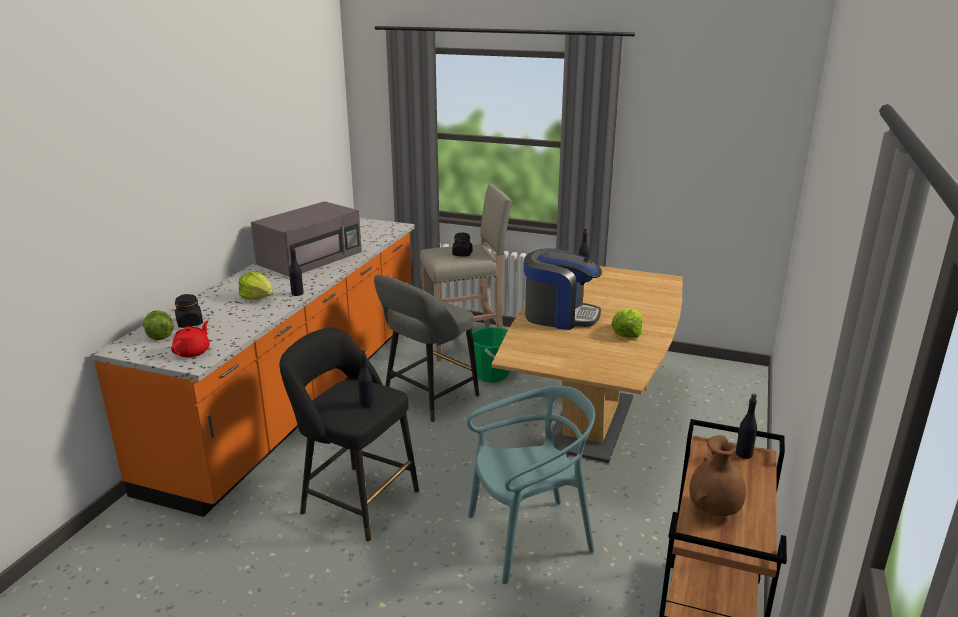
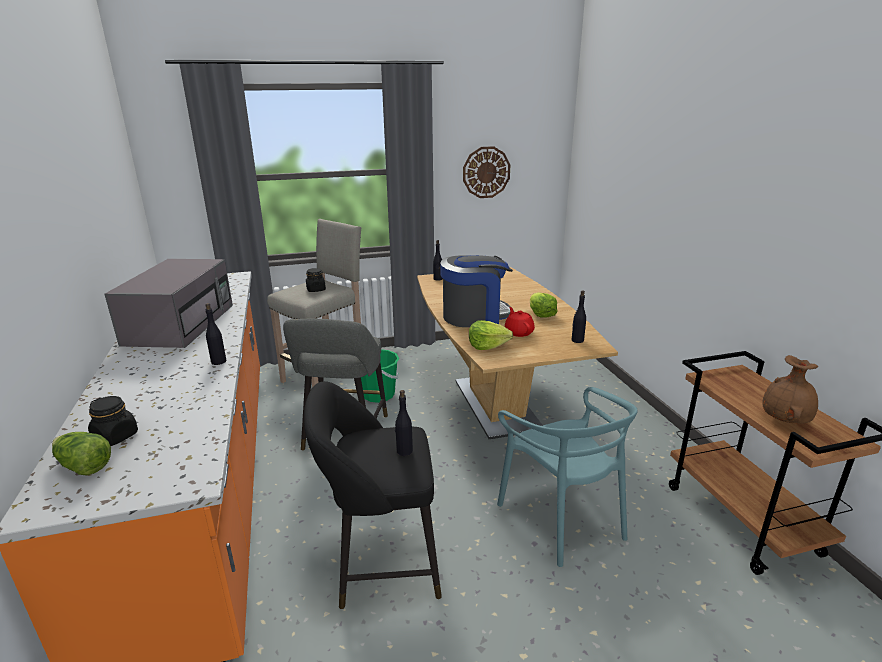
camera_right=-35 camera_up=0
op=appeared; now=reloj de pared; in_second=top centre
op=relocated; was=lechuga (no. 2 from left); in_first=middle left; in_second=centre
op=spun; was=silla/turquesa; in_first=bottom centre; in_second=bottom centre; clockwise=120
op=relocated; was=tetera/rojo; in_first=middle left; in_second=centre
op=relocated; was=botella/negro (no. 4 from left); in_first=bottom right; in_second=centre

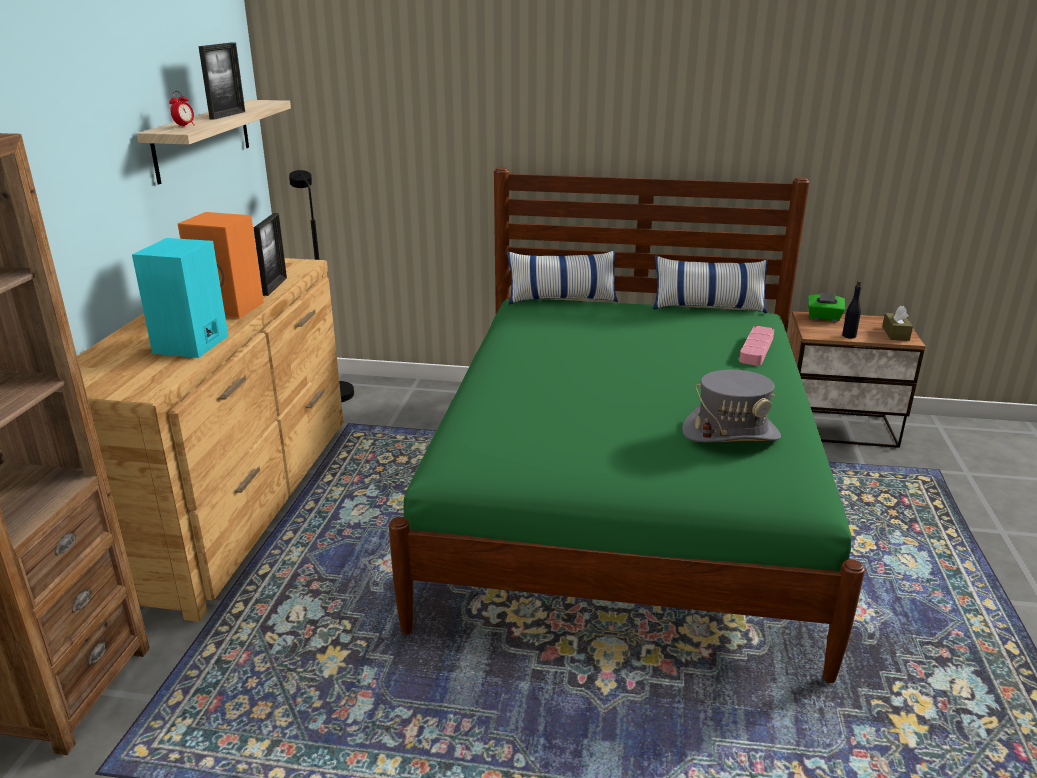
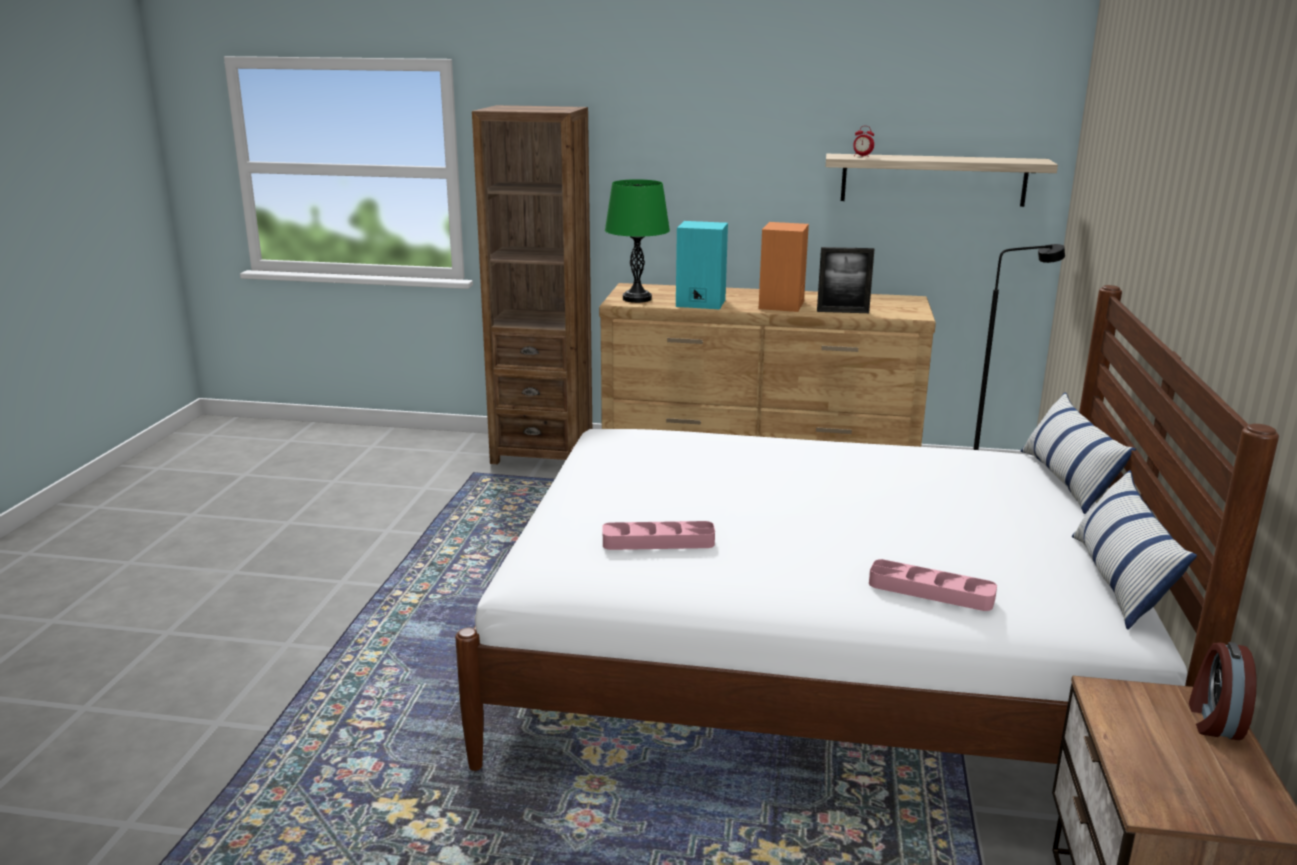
camera_right=90 camera_up=-5
op=colour; was=cama/verde; now=cama/blanco; in_first=centre; in_second=middle right
op=exchanged; was=sombrero/gris; now=bandeja/rosa (no. 1 from left); in_first=middle right; in_second=centre
op=appeared; now=lámpara de mesa/verde; in_second=top centre
op=exchanged; was=caja de pañuelos/verde; now=despertador (no. 2 from left); in_first=middle right; in_second=bottom right
op=missing; was=portarretratos (no. 1 from left); in_first=top left
op=missing; was=botella/negro; in_first=middle right
op=missing; was=caja de pañuelos/marrón; in_first=middle right

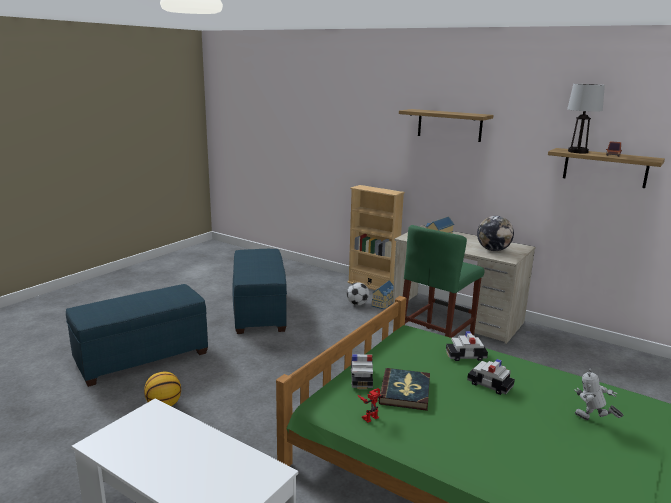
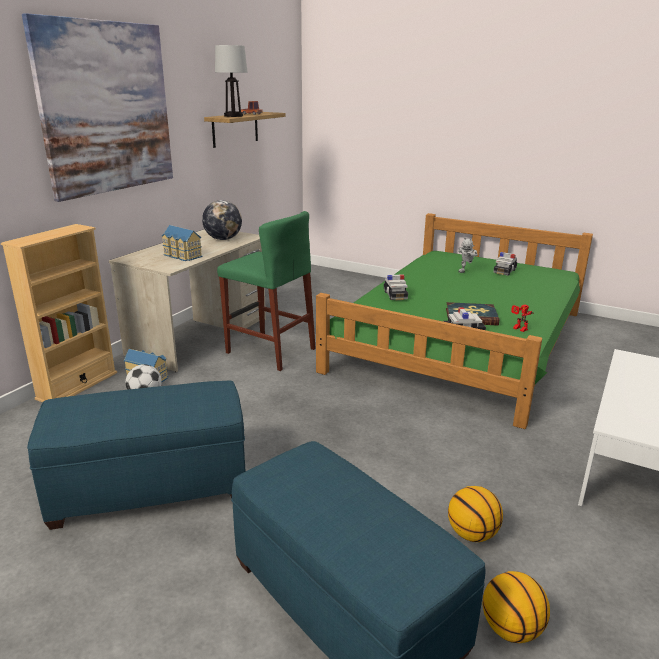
camera_right=-95 camera_up=5
op=exchanged; was=estante (no. 1 from left); now=cuadro; in_first=top centre; in_second=top left
op=appeared; now=balón de baloncesto (no. 2 from left); in_second=bottom right
op=relocated; was=coche de juguete (no. 3 from left); in_first=bottom right; in_second=middle right

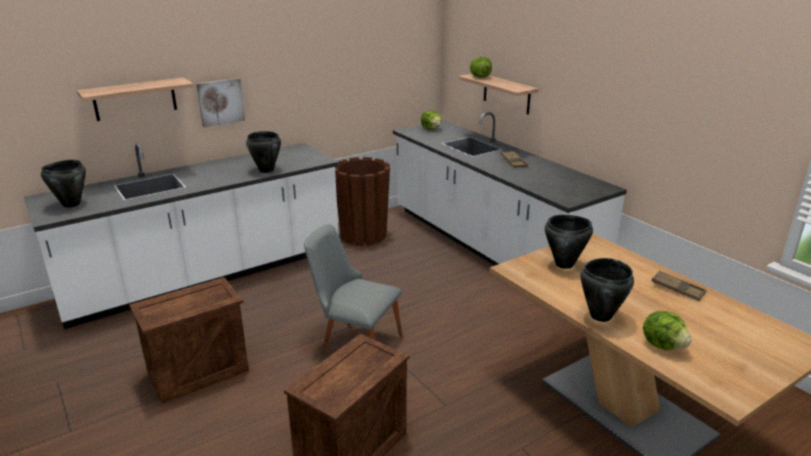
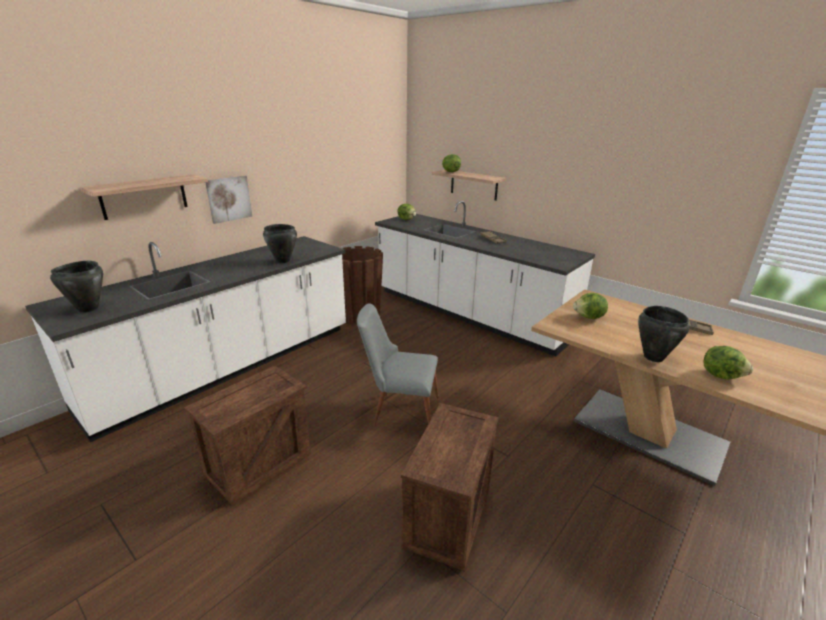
camera_right=-15 camera_up=0
op=exchanged; was=olla/negro (no. 3 from left); now=lechuga (no. 3 from left); in_first=middle right; in_second=middle right

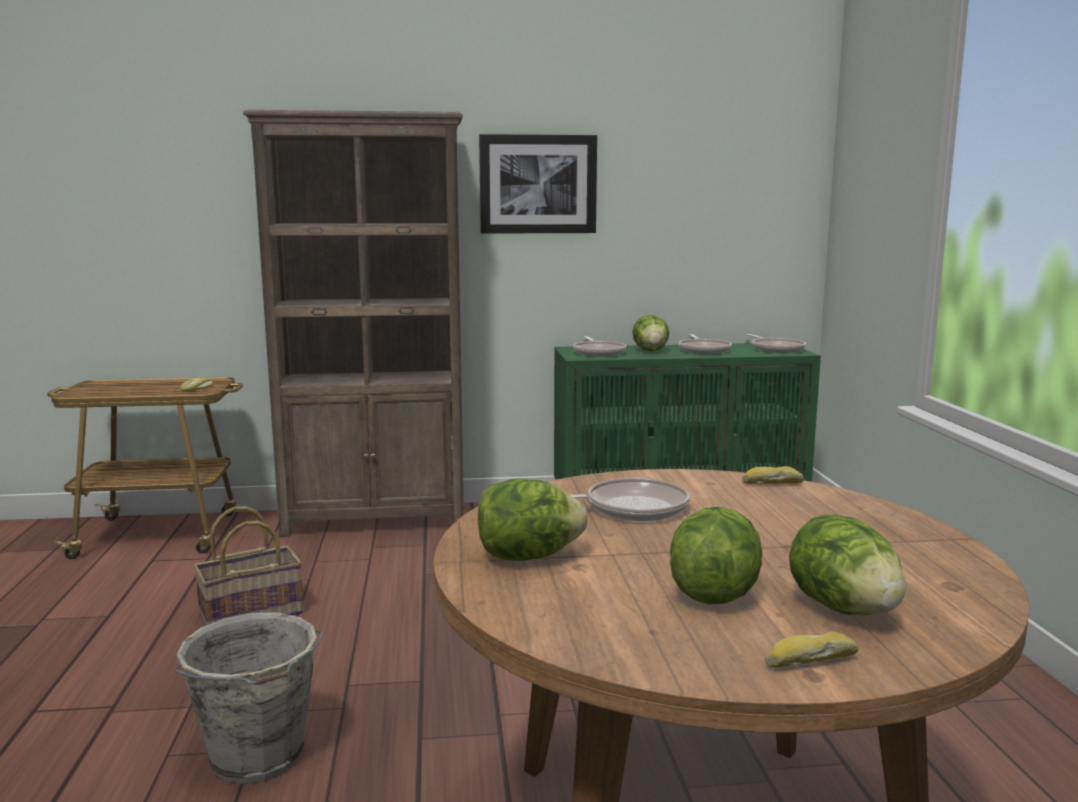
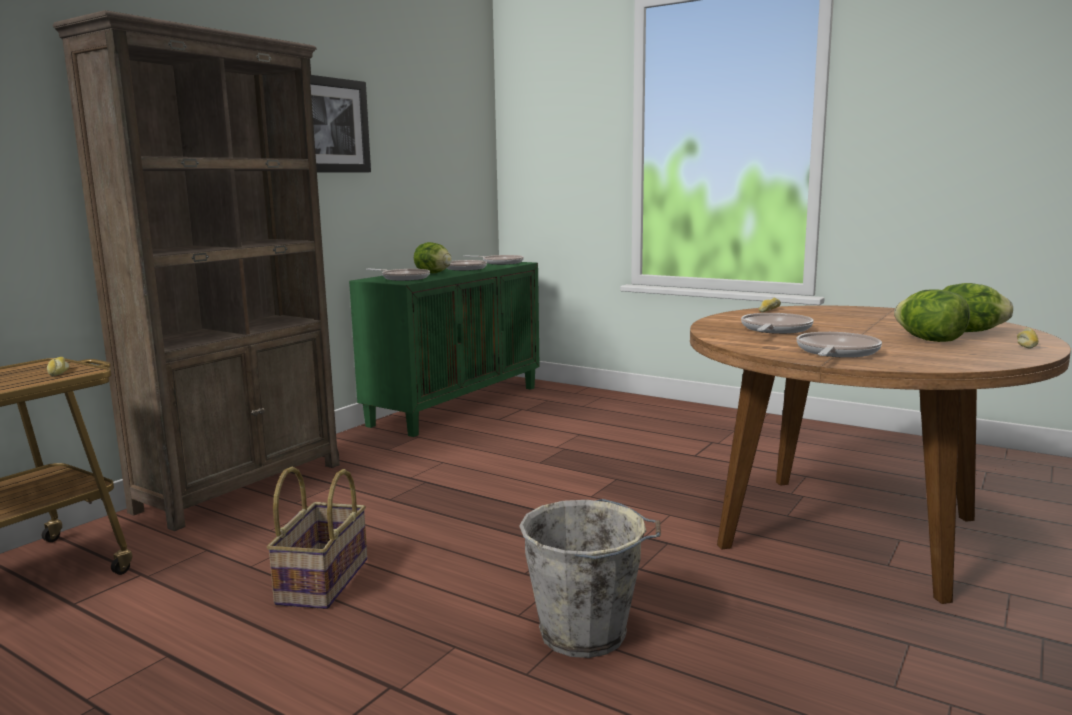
camera_right=-50 camera_up=0
op=exchanged; was=lechuga (no. 1 from left); now=sartén (no. 5 from left); in_first=centre; in_second=middle right

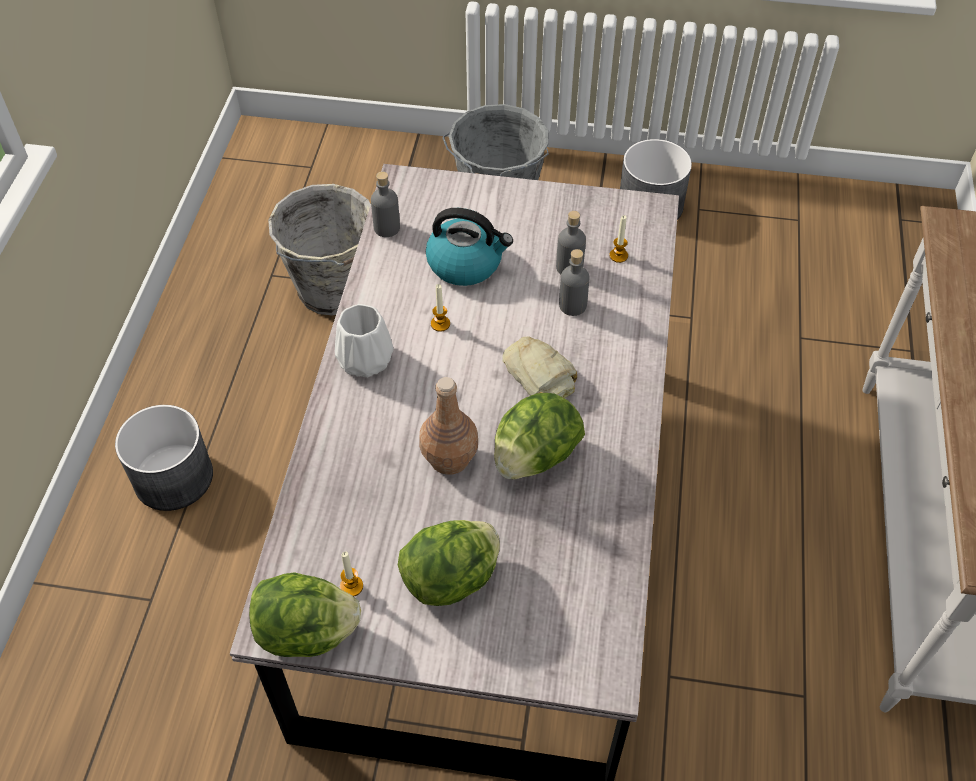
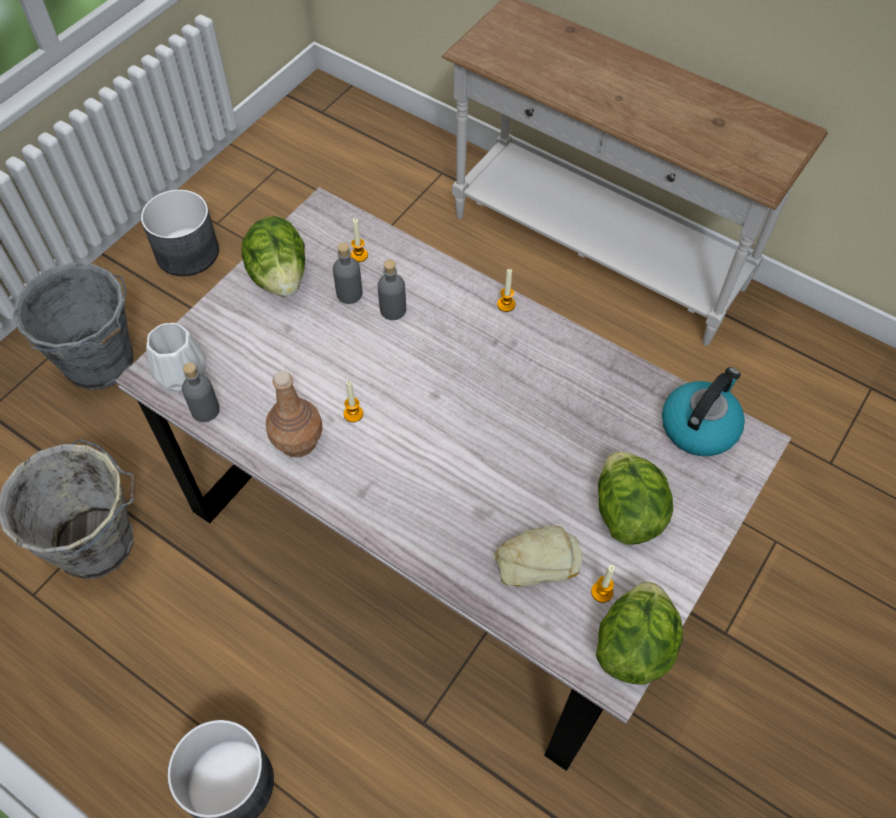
camera_right=-65 camera_up=5
op=relocated; was=florero/blanco; in_first=centre; in_second=middle left
op=relocated; was=lechuga (no. 3 from left in the first image); now=lechuga (no. 1 from left); in_first=centre; in_second=top left
op=relocated; was=botella/marrón; in_first=centre; in_second=middle left
op=relocated; was=pan; in_first=centre; in_second=bottom centre
op=appeared; now=vela (no. 3 from left); in_second=centre
op=relocated; was=hervidor; in_first=top centre; in_second=middle right

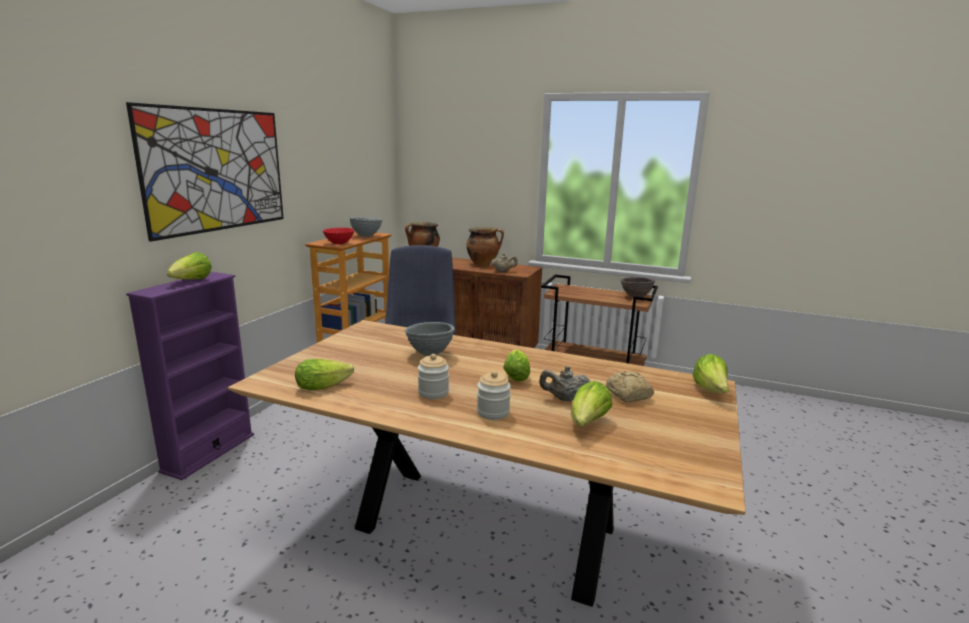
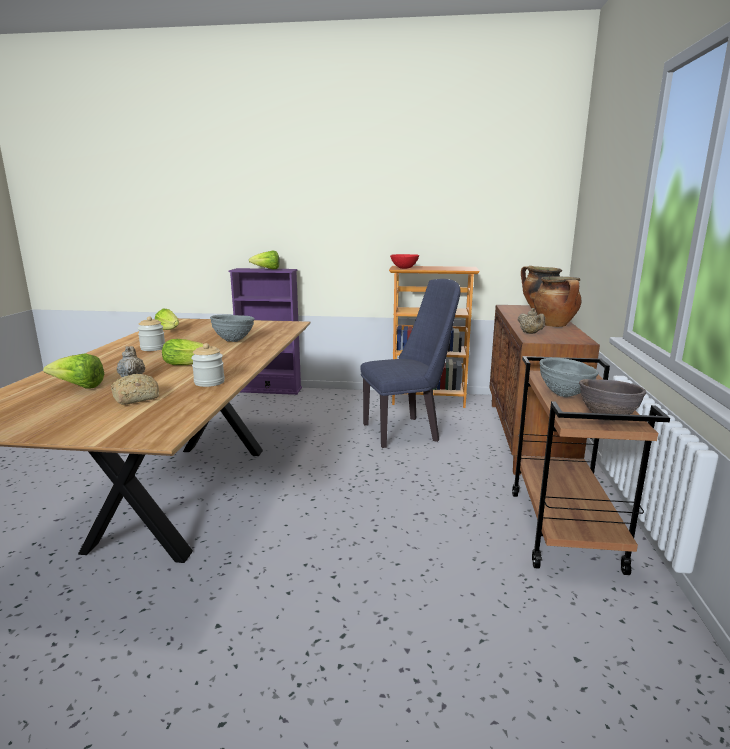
camera_right=75 camera_up=0
op=relocated; was=tarro (no. 2 from left); in_first=centre; in_second=middle left
op=relocated; was=cuenco/gris (no. 1 from left in the first image); now=cuenco/gris (no. 2 from left); in_first=centre; in_second=middle right
op=missing; was=cuadro; in_first=top left
op=missing; was=lechuga (no. 5 from left); in_first=middle right

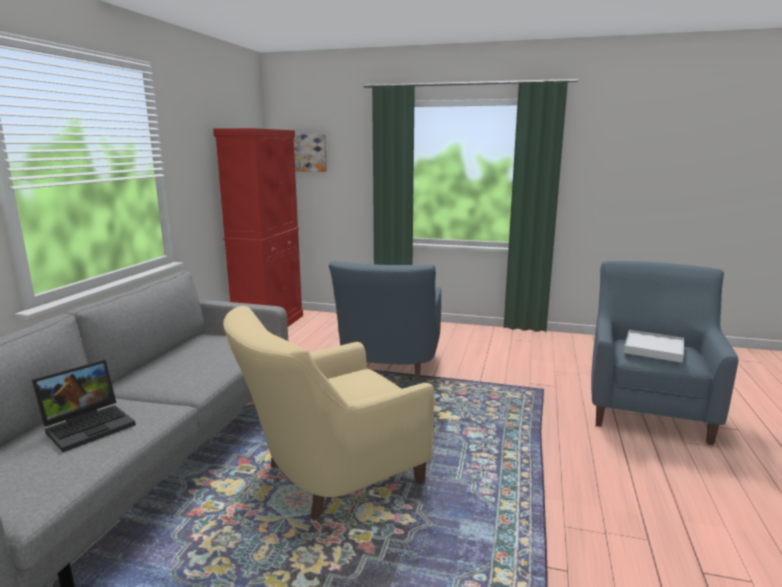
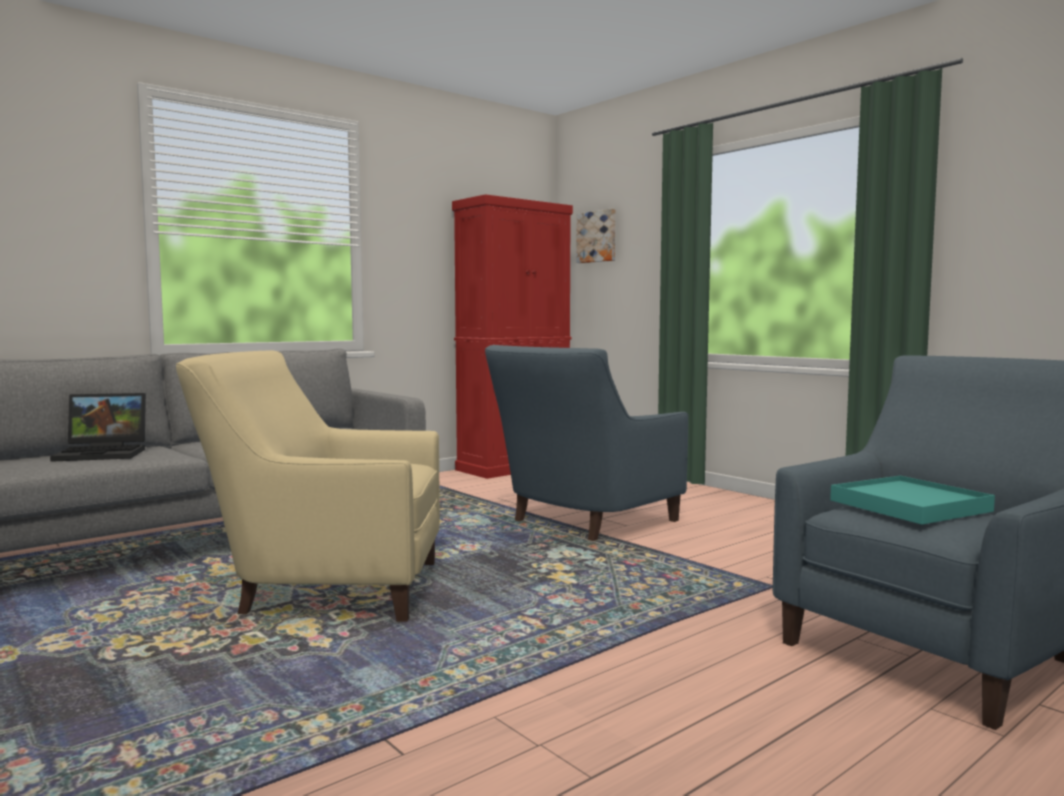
camera_right=35 camera_up=-10
op=colour; was=bandeja/blanco; now=bandeja/turquesa; in_first=middle right; in_second=middle right

